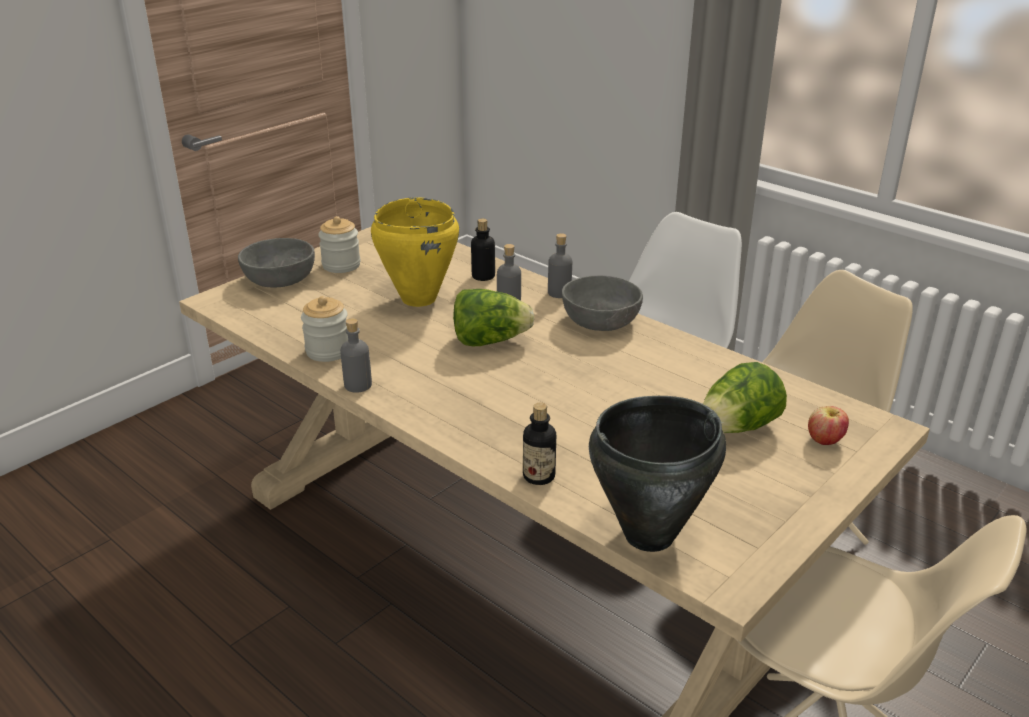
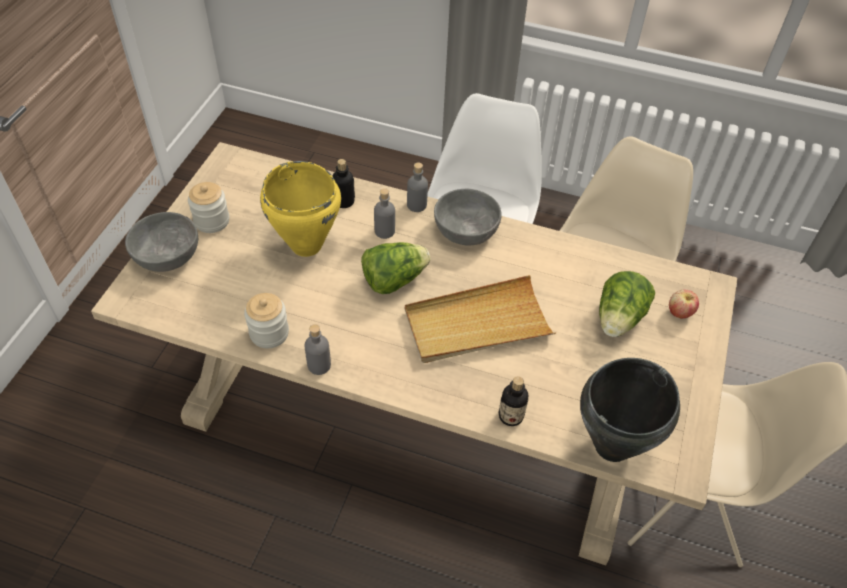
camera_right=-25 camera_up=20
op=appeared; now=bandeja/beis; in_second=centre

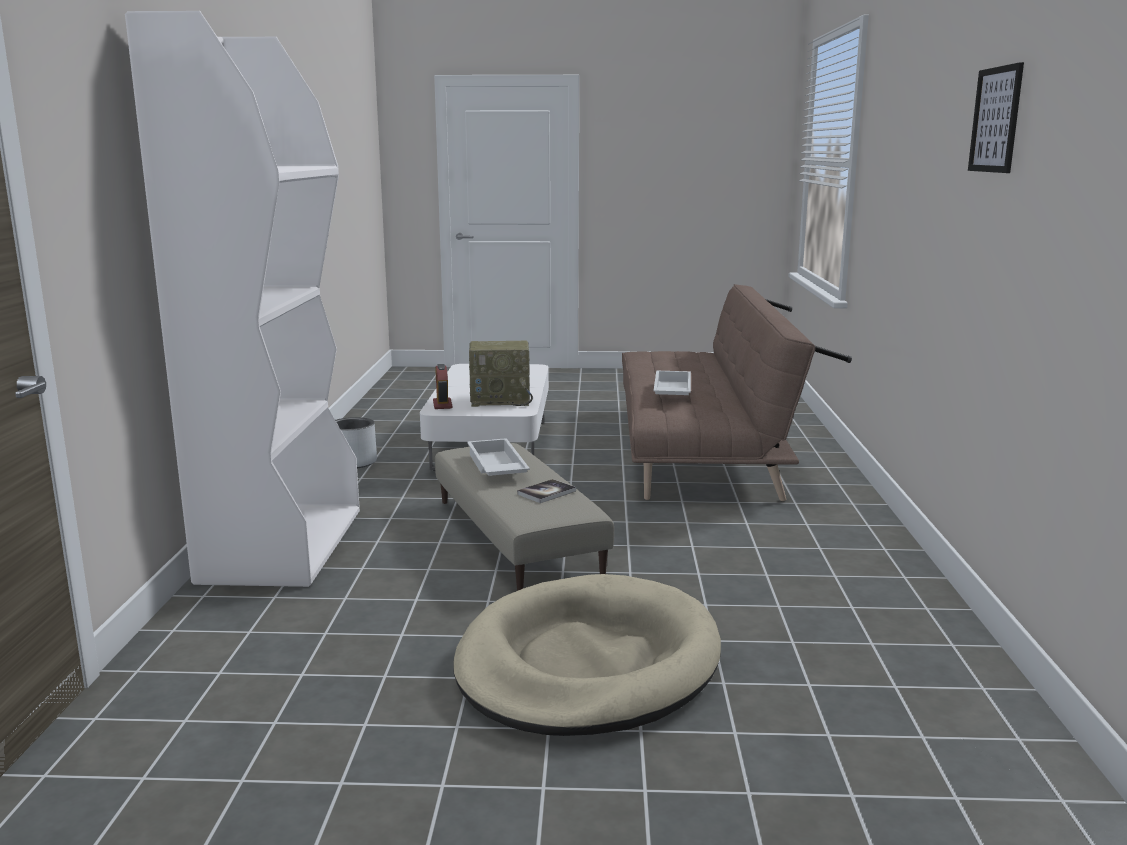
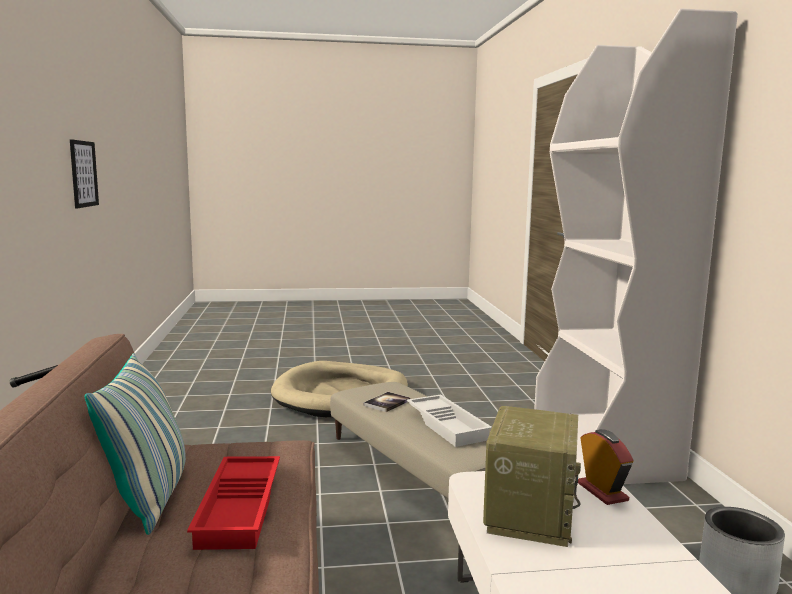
camera_right=170 camera_up=-5
op=relocated; was=cuadro; in_first=top right; in_second=top left
op=appeared; now=cojín; in_second=bottom left
op=colour; was=bandeja/blanco (no. 2 from left); now=bandeja/rojo; in_first=centre; in_second=bottom left
op=spun; was=radio; in_first=centre; in_second=bottom right; clockwise=120

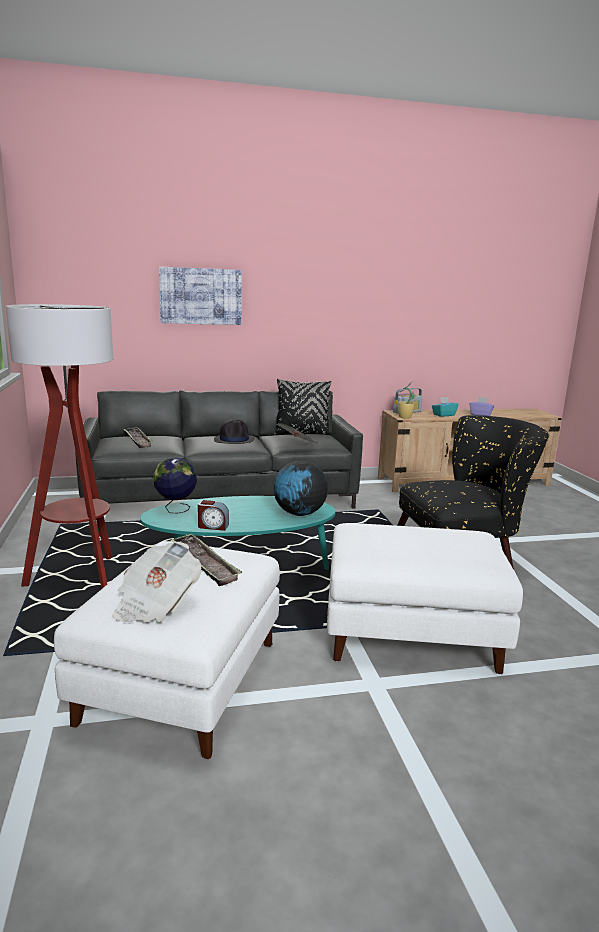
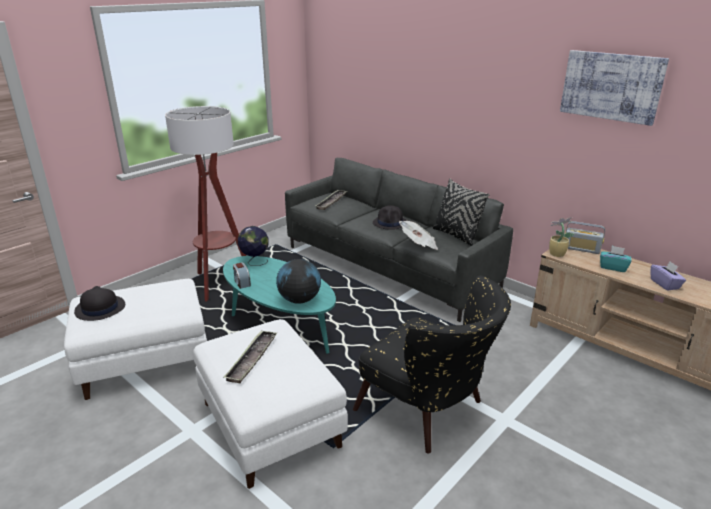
camera_right=55 camera_up=10
op=exchanged; was=periódico (no. 1 from left); now=sombrero/negro (no. 1 from left); in_first=middle left; in_second=middle left
op=relocated; was=bandeja (no. 2 from left in the first image); now=bandeja (no. 1 from left); in_first=centre; in_second=bottom centre
op=relocated; was=cuadro; in_first=top centre; in_second=top right

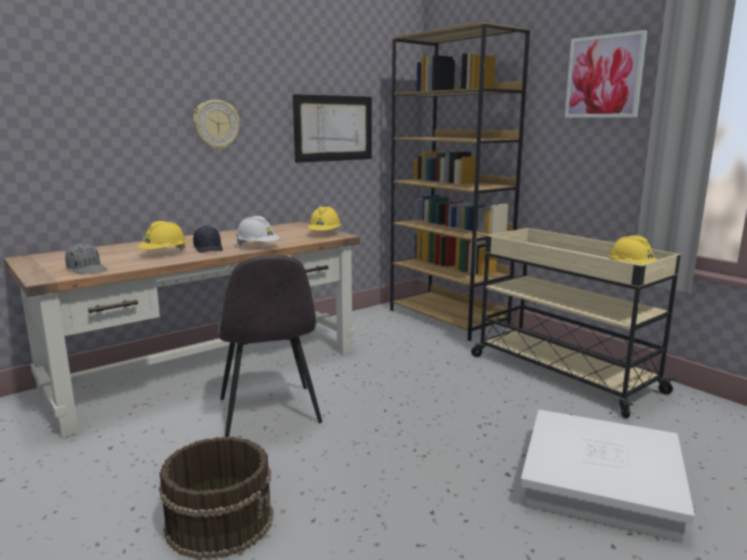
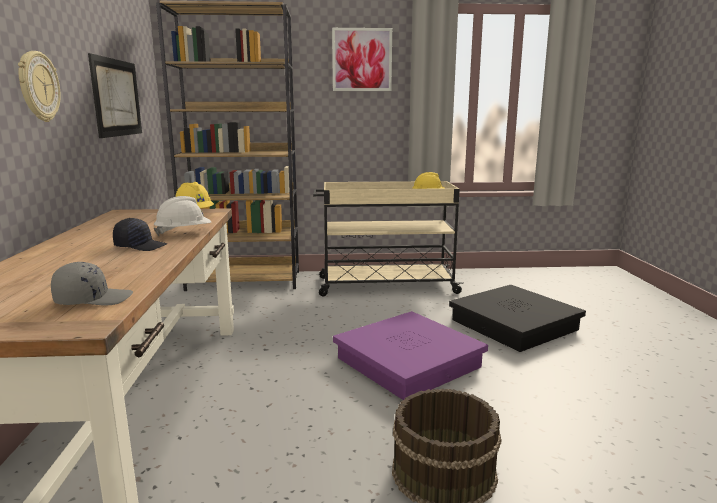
camera_right=-55 camera_up=0
op=appeared; now=caja de almacenaje/morado; in_second=bottom centre
op=colour; was=caja de almacenaje/blanco; now=caja de almacenaje/negro; in_first=bottom right; in_second=middle right
op=missing; was=casco/amarillo (no. 1 from left); in_first=middle left
op=missing; was=silla/gris; in_first=centre

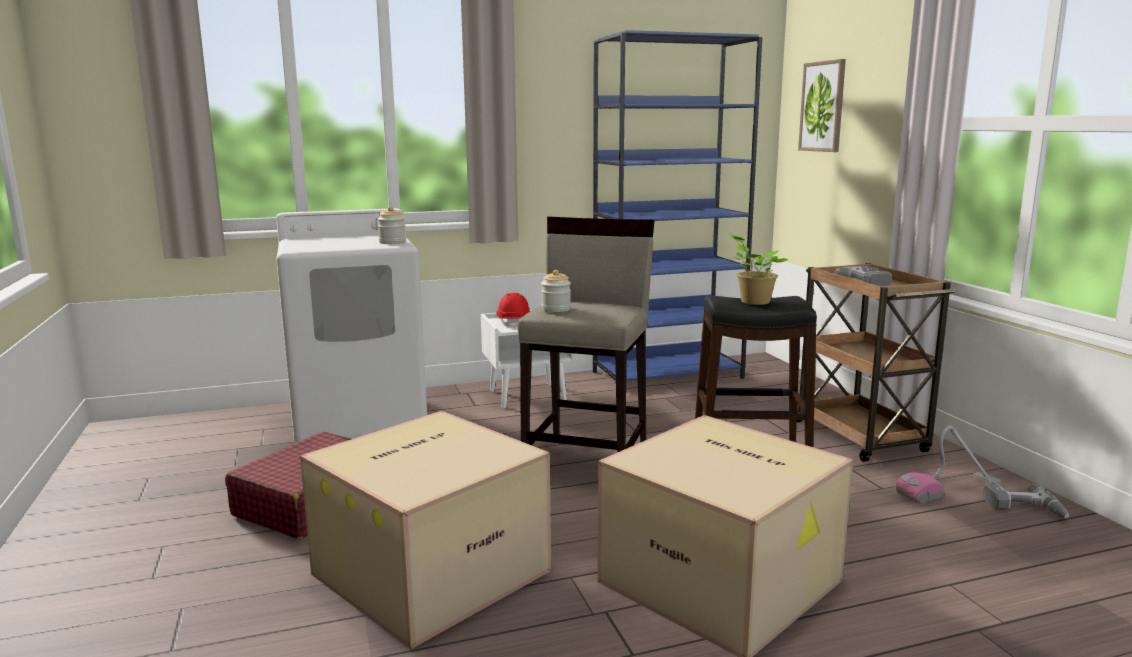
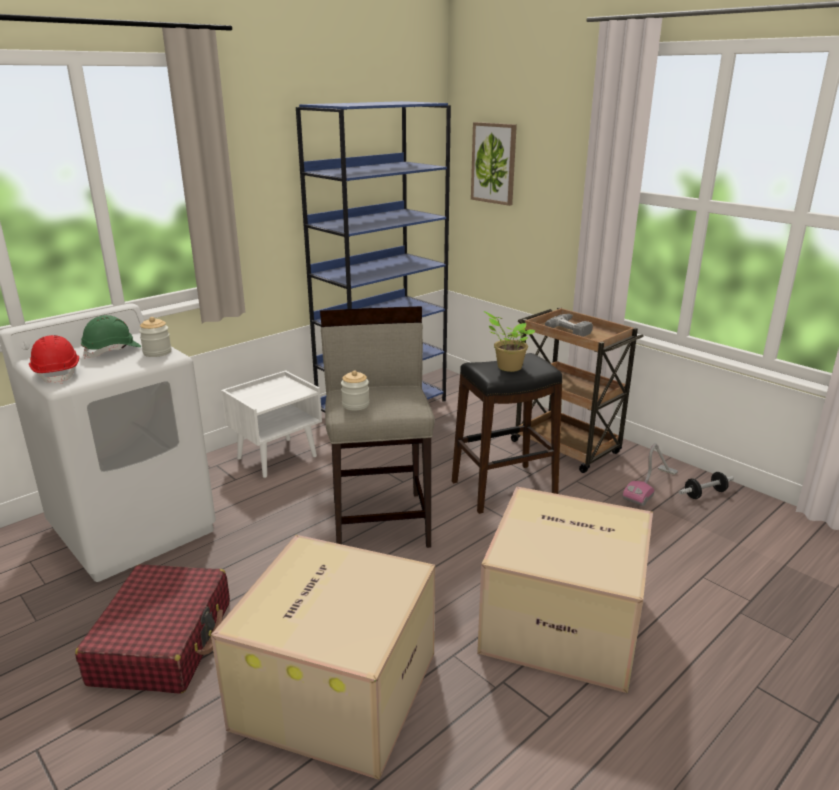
camera_right=-25 camera_up=10
op=relocated; was=casco/rojo; in_first=centre; in_second=middle left
op=appeared; now=casco/verde; in_second=middle left
op=exchanged; was=taladro (no. 2 from left); now=mancuerna; in_first=bottom right; in_second=middle right

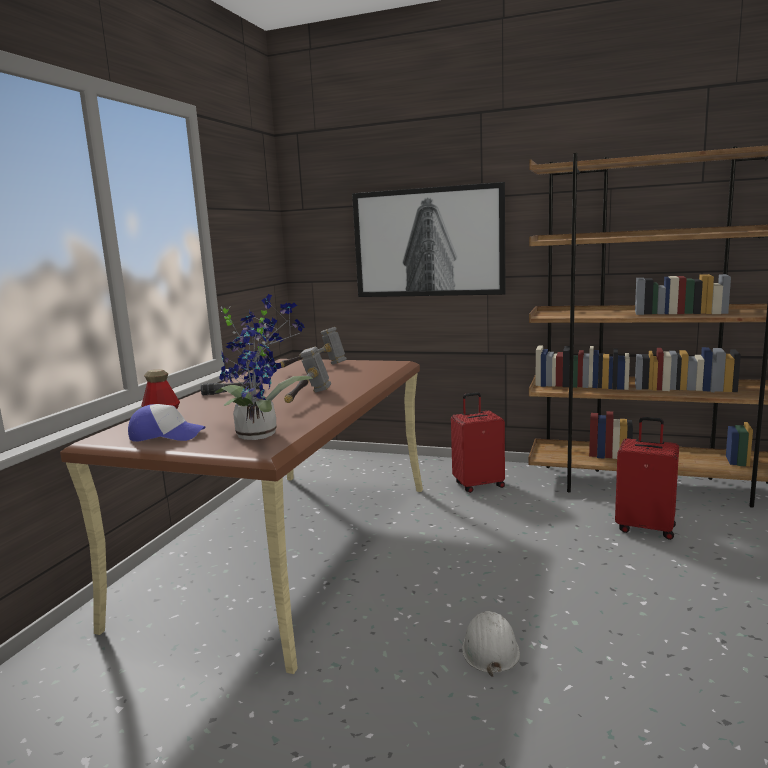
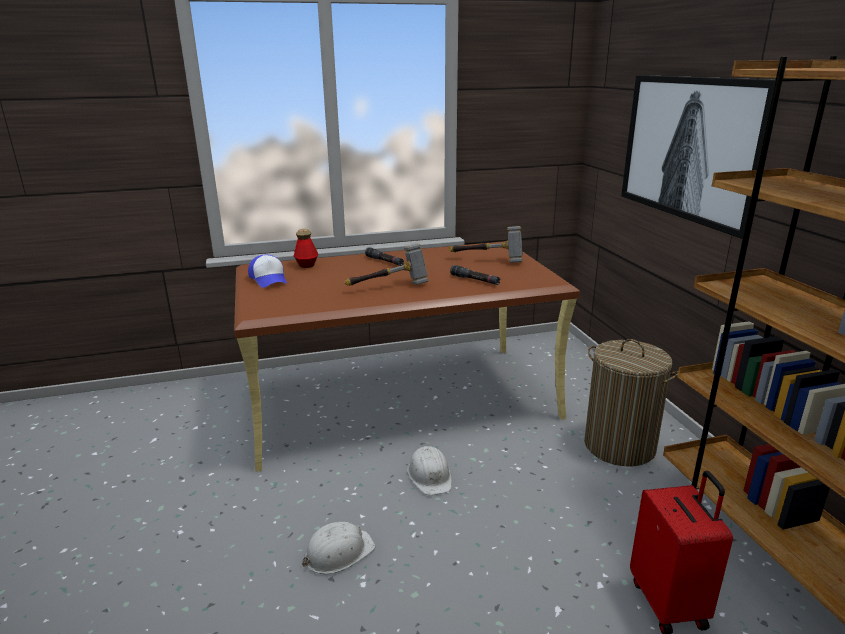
camera_right=55 camera_up=10
op=appeared; now=casco/blanco (no. 2 from left); in_second=bottom centre
op=appeared; now=linterna/negro (no. 2 from left); in_second=centre
op=exchanged; was=maleta/rojo (no. 1 from left); now=cesto de la ropa; in_first=centre; in_second=middle right
op=missing; was=planta en maceta; in_first=centre

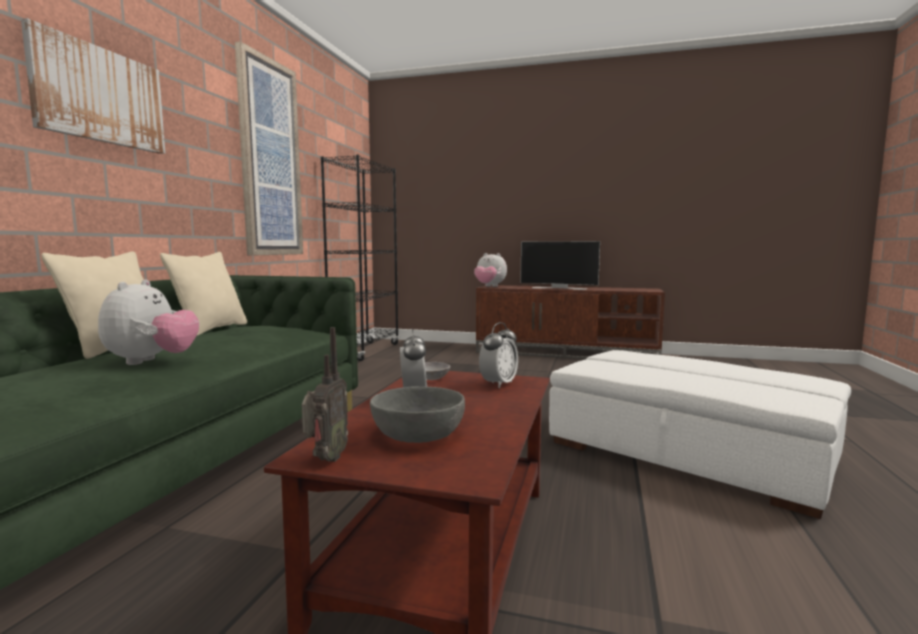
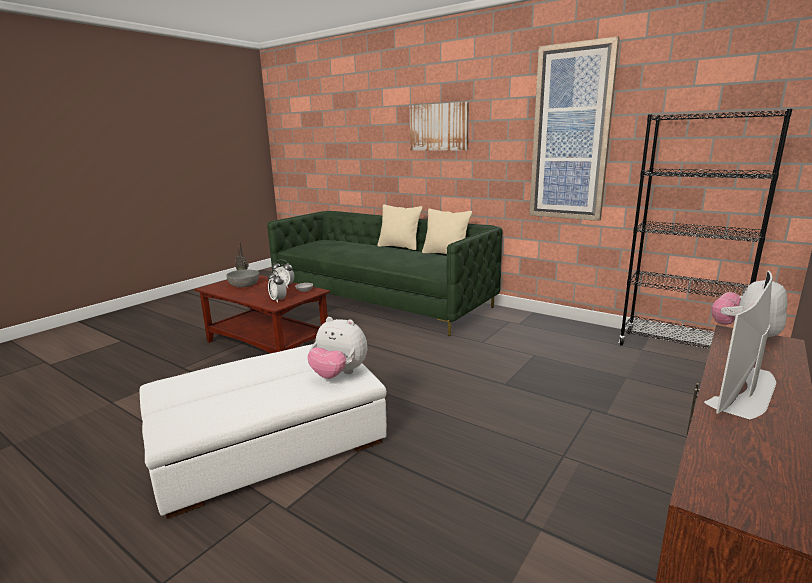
camera_right=110 camera_up=10
op=relocated; was=peluche (no. 1 from left); in_first=middle left; in_second=centre

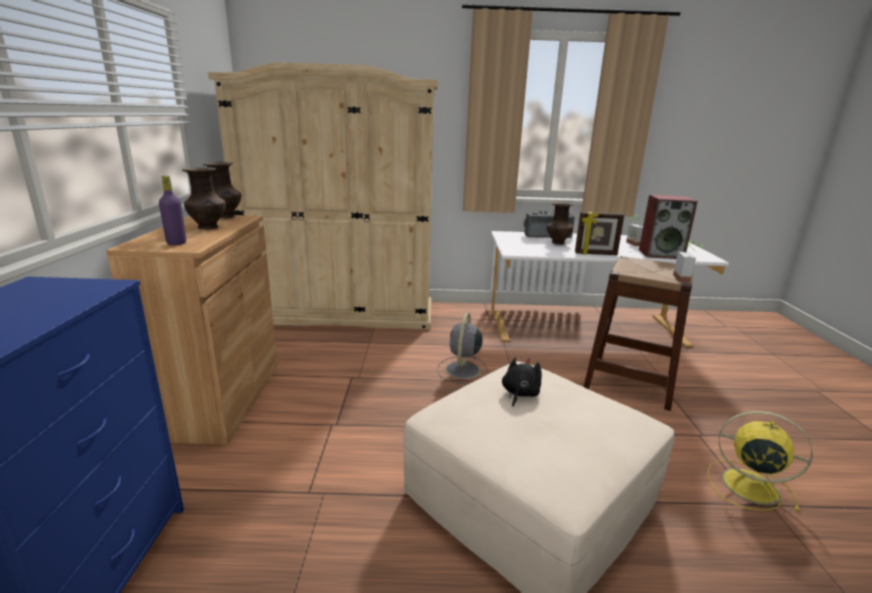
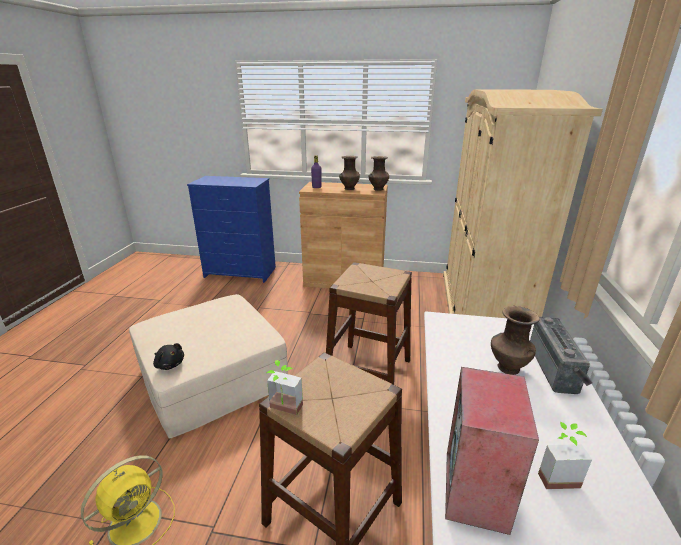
camera_right=100 camera_up=5
op=relocated; was=peluche/negro; in_first=centre; in_second=middle left
op=exchanged; was=ventilador/gris; now=taburete/marrón (no. 2 from left); in_first=centre; in_second=centre
op=missing; was=portarretratos; in_first=middle right

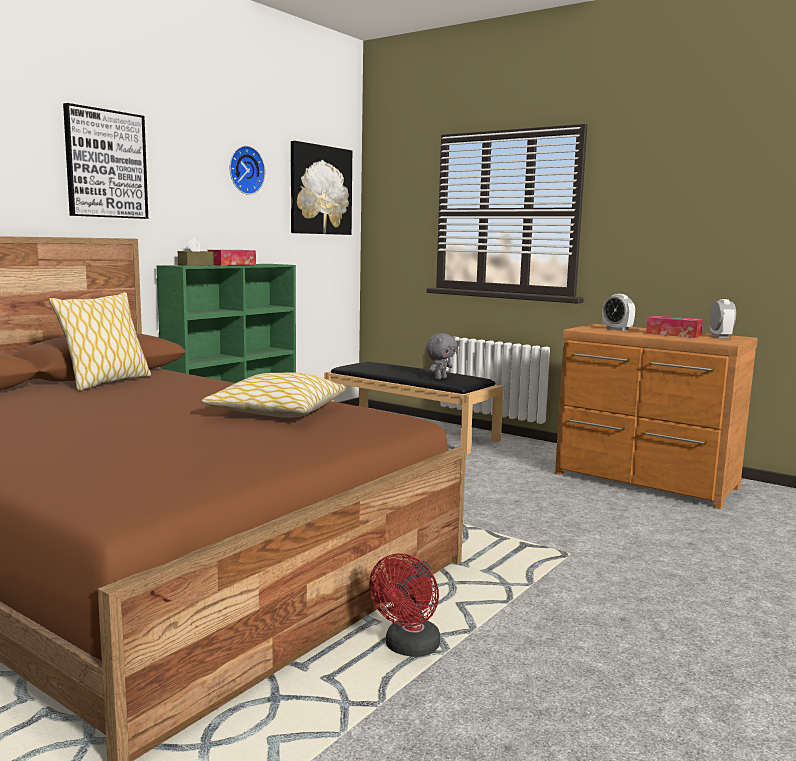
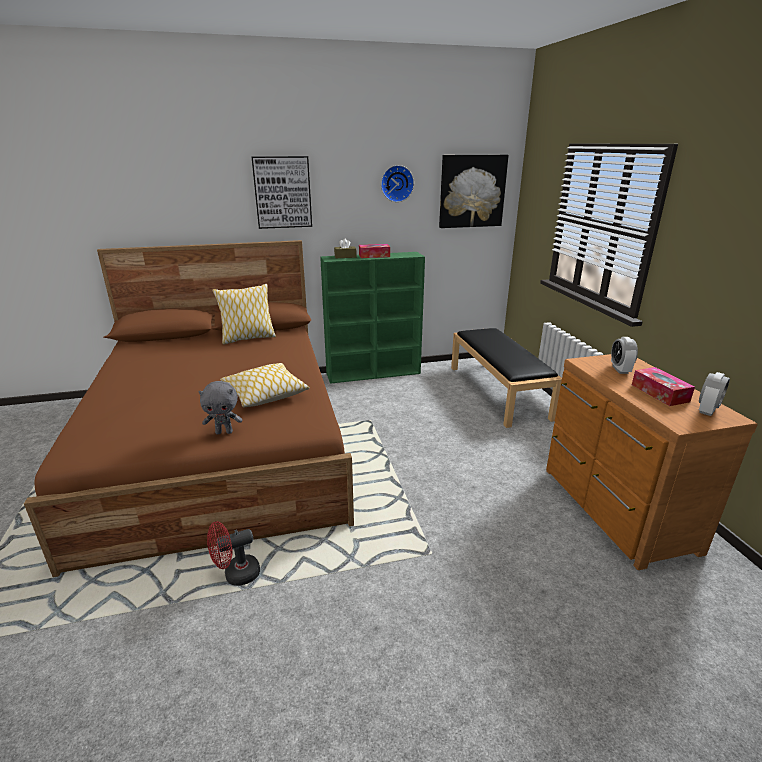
camera_right=40 camera_up=15
op=relocated; was=peluche/gris; in_first=centre; in_second=middle left

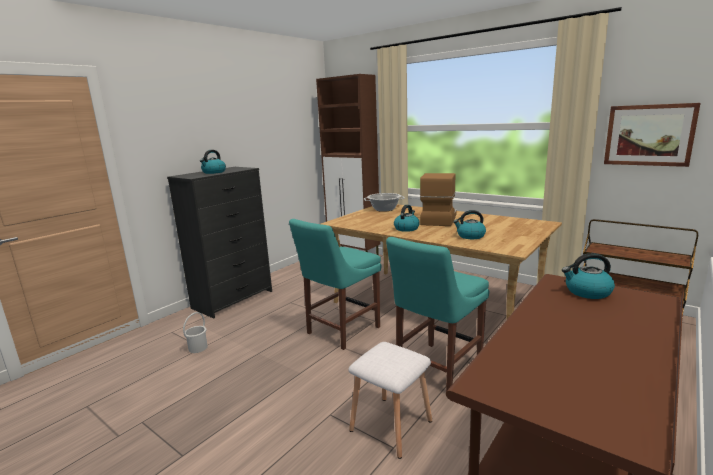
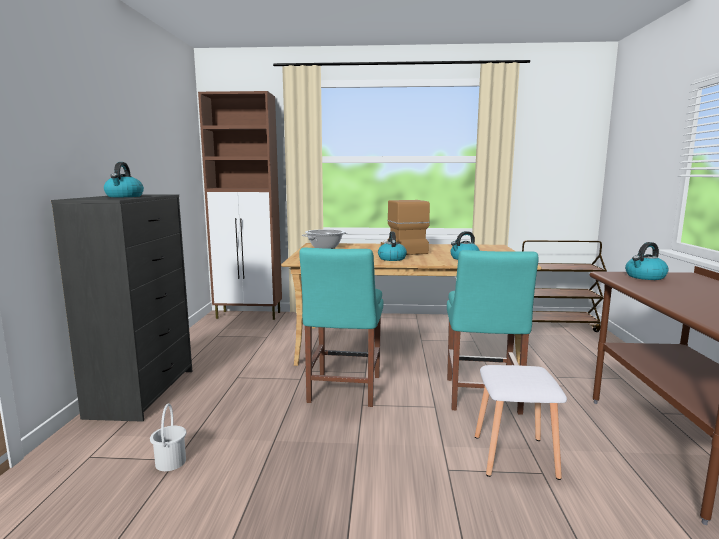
camera_right=-35 camera_up=-5
op=missing; was=cuadro; in_first=top right

